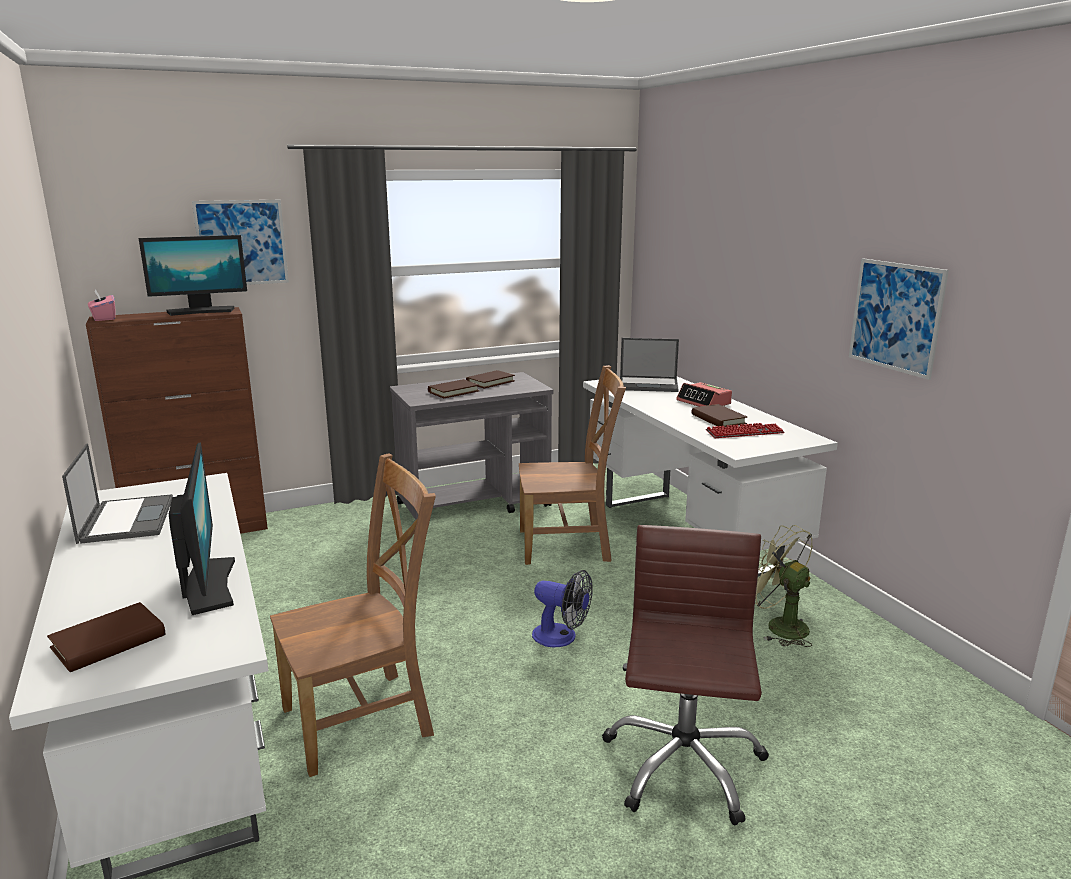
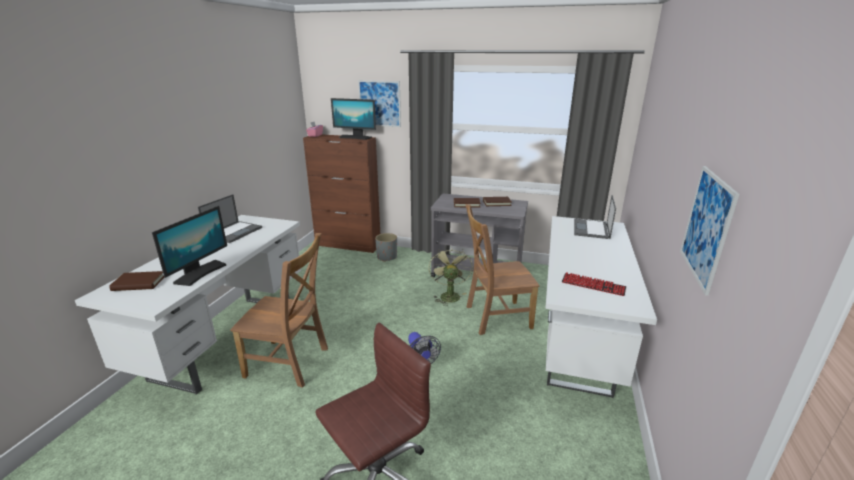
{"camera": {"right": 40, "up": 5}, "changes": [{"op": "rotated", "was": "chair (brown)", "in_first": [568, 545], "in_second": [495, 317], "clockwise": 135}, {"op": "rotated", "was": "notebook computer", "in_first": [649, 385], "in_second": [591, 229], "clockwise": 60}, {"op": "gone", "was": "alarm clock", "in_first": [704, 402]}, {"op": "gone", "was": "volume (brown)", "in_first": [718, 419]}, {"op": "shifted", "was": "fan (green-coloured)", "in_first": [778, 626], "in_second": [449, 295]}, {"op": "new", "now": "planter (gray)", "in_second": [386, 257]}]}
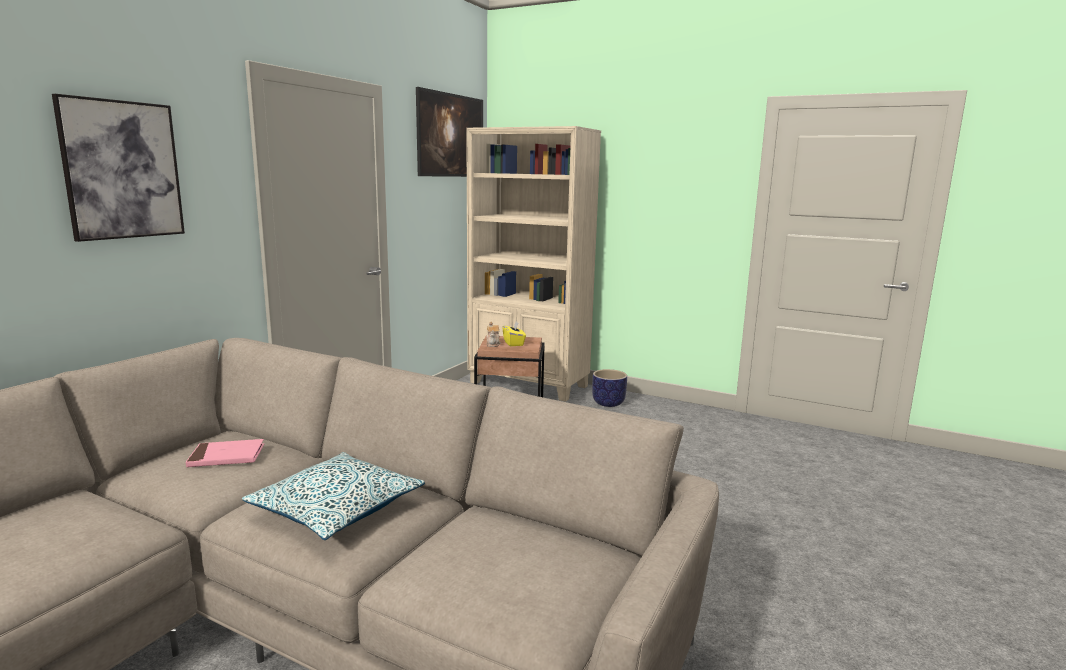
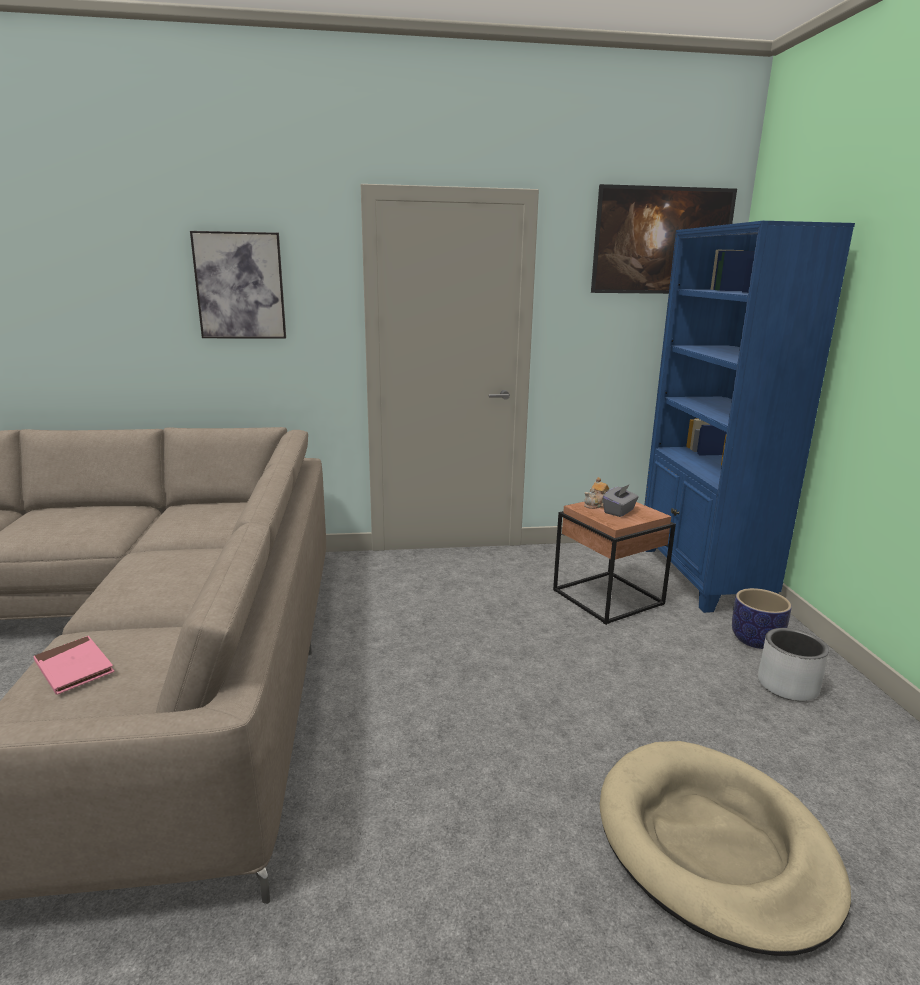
{"camera": {"right": 55, "up": 5}, "changes": [{"op": "shifted", "was": "volume (pink)", "in_first": [226, 457], "in_second": [74, 668]}, {"op": "gone", "was": "pillow", "in_first": [336, 509]}, {"op": "repainted", "was": "bookcase (sand-coloured)", "now": "bookcase (blue-coloured)", "in_first": [529, 385], "in_second": [702, 576]}, {"op": "repainted", "was": "box of tissues (yellowish)", "now": "box of tissues (gray)", "in_first": [514, 343], "in_second": [619, 511]}, {"op": "new", "now": "pet bed (sand-coloured)", "in_second": [713, 845]}, {"op": "new", "now": "planter (gray)", "in_second": [788, 686]}]}
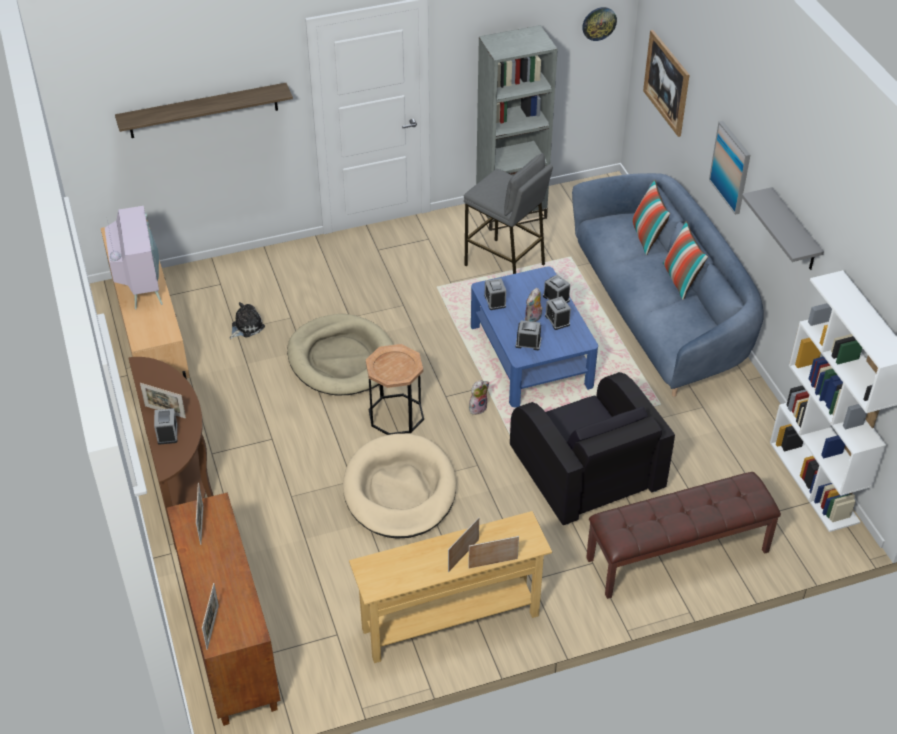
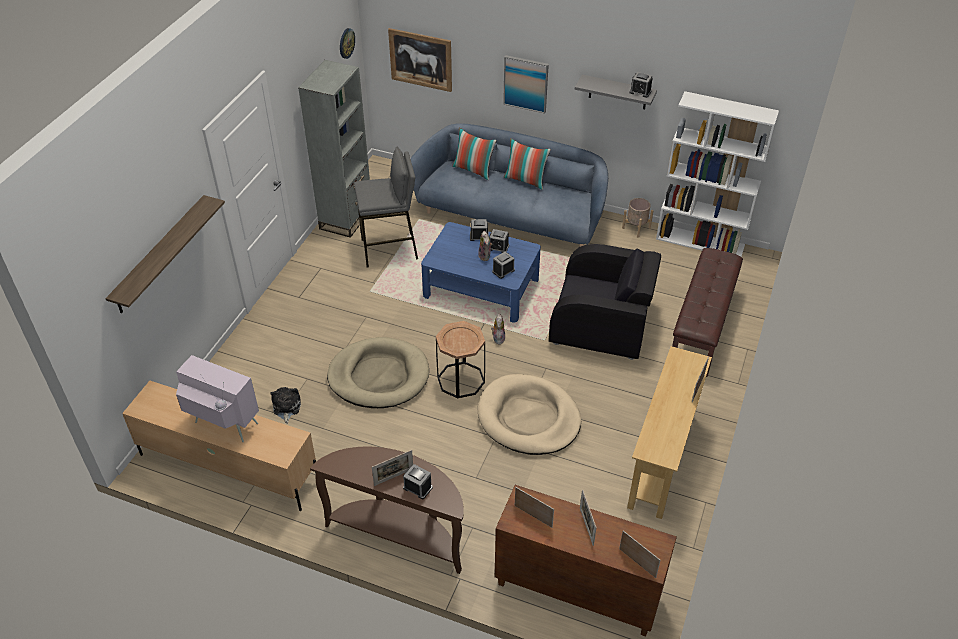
{"camera": {"right": -50, "up": 0}, "changes": [{"op": "shifted", "was": "photo frame", "in_first": [463, 555], "in_second": [586, 526]}, {"op": "shifted", "was": "alarm clock", "in_first": [495, 301], "in_second": [640, 92]}, {"op": "new", "now": "planter (sand-coloured)", "in_second": [636, 228]}]}
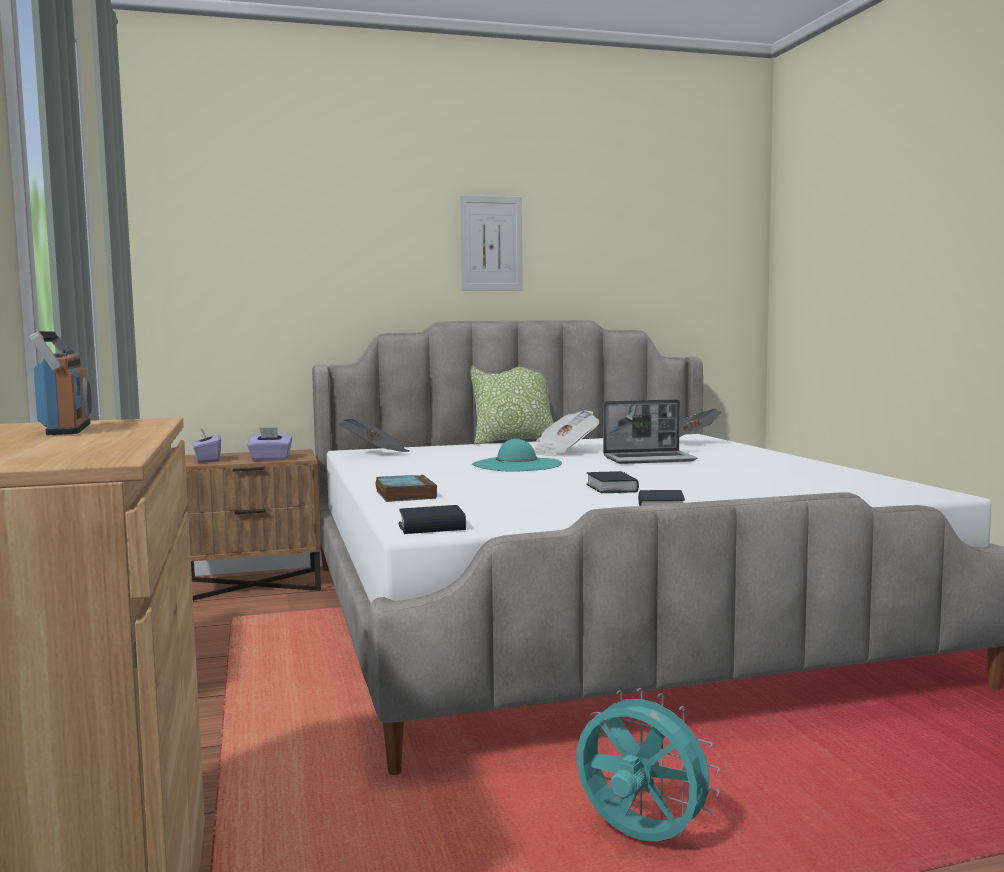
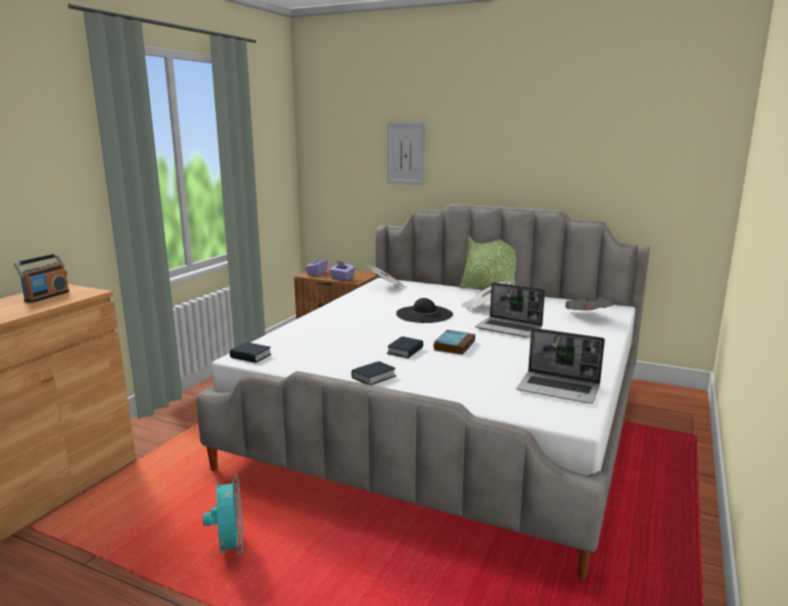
{"camera": {"right": 40, "up": 10}, "changes": [{"op": "shifted", "was": "volume", "in_first": [404, 494], "in_second": [454, 345]}, {"op": "shifted", "was": "picture", "in_first": [491, 243], "in_second": [406, 153]}, {"op": "repainted", "was": "clothing hat (blue-green)", "now": "clothing hat (black-coloured)", "in_first": [516, 464], "in_second": [424, 314]}, {"op": "new", "now": "notebook computer", "in_second": [559, 389]}]}
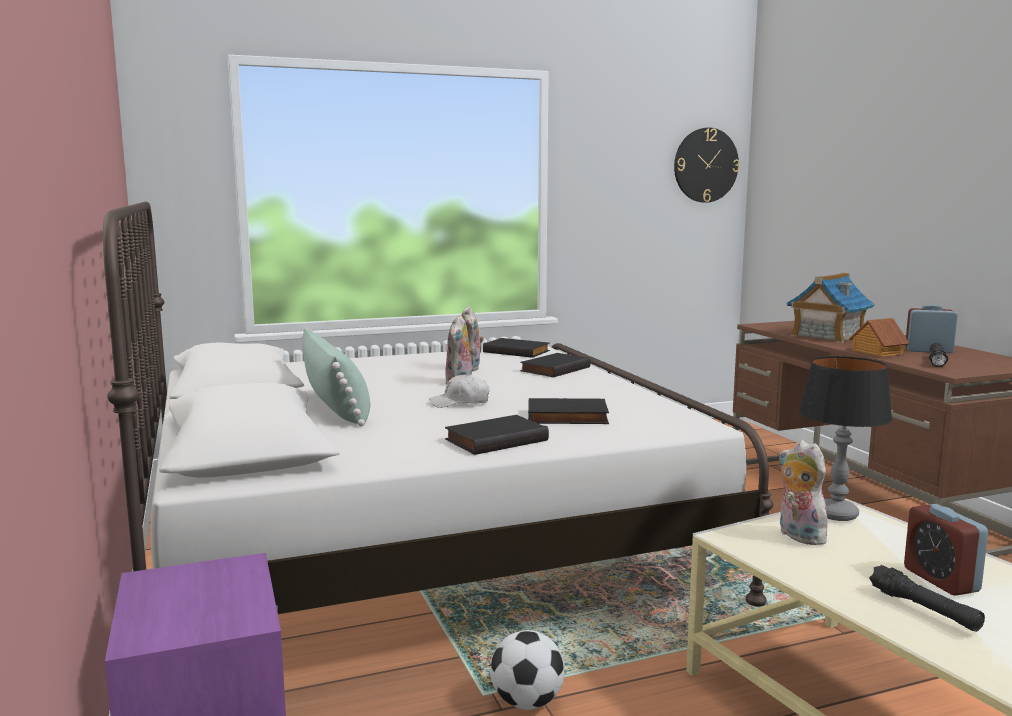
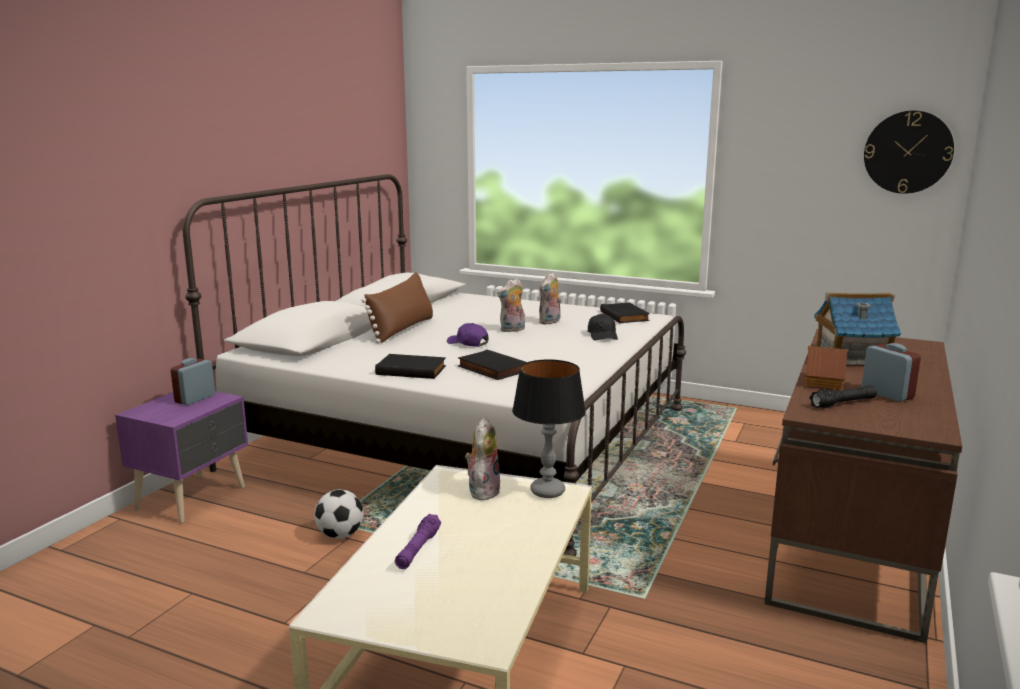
{"camera": {"right": 45, "up": 5}, "changes": [{"op": "repainted", "was": "pillow (green-coloured)", "now": "pillow (brown)", "in_first": [336, 407], "in_second": [402, 329]}, {"op": "repainted", "was": "cap (white)", "now": "cap (purple-coloured)", "in_first": [460, 403], "in_second": [468, 343]}, {"op": "swapped", "was": "volume (black-coloured)", "now": "cap (black-coloured)", "in_first": [554, 369], "in_second": [602, 335]}, {"op": "repainted", "was": "flashlight (black-coloured)", "now": "flashlight (purple-coloured)", "in_first": [924, 609], "in_second": [418, 549]}, {"op": "shifted", "was": "alarm clock", "in_first": [940, 580], "in_second": [195, 399]}]}
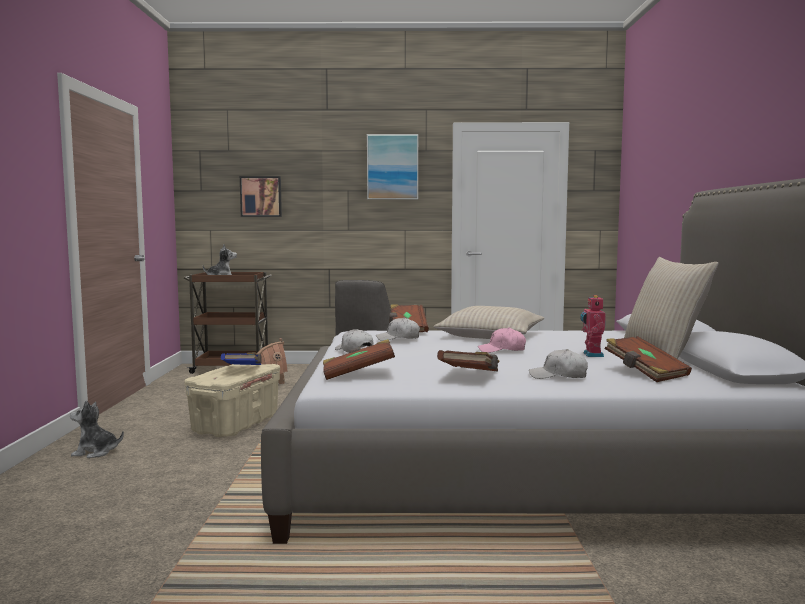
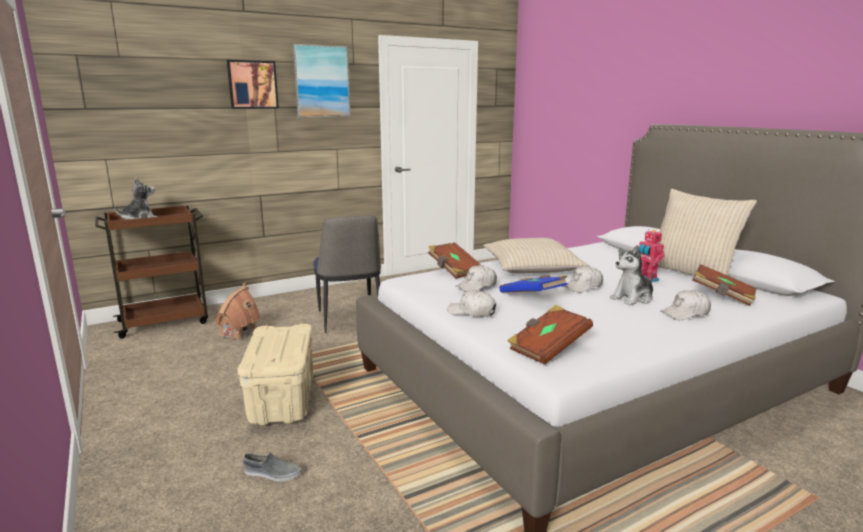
{"camera": {"right": -30, "up": 10}, "changes": [{"op": "shifted", "was": "plush toy", "in_first": [96, 452], "in_second": [632, 298]}, {"op": "shifted", "was": "volume (blue-coloured)", "in_first": [243, 370], "in_second": [533, 296]}, {"op": "shifted", "was": "picture", "in_first": [261, 196], "in_second": [252, 84]}, {"op": "gone", "was": "volume (brown)", "in_first": [471, 376]}, {"op": "repainted", "was": "cap (pink)", "now": "cap (white)", "in_first": [502, 350], "in_second": [583, 287]}, {"op": "new", "now": "item of footwear (gray)", "in_second": [272, 473]}]}
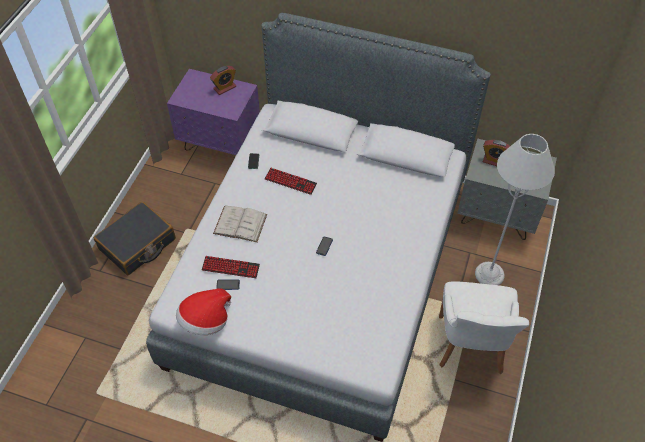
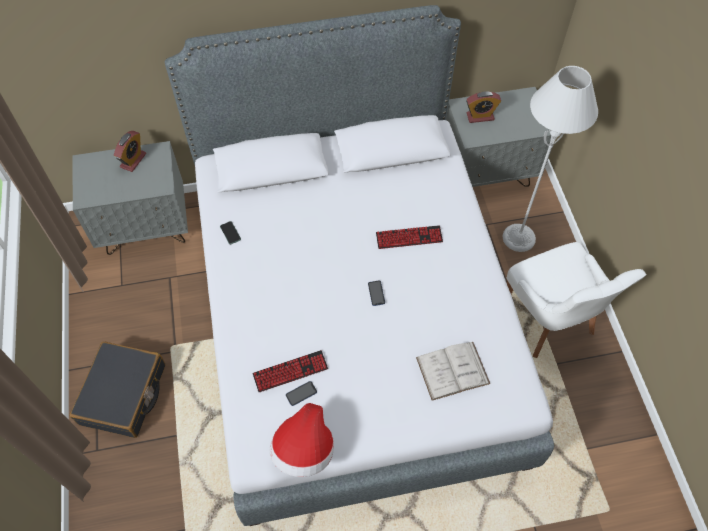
{"camera": {"right": -30, "up": 5}, "changes": [{"op": "repainted", "was": "night table (purple-coloured)", "now": "night table (gray)", "in_first": [220, 143], "in_second": [146, 228]}, {"op": "shifted", "was": "volume (white)", "in_first": [240, 224], "in_second": [452, 370]}, {"op": "shifted", "was": "keyboard", "in_first": [290, 182], "in_second": [409, 238]}]}
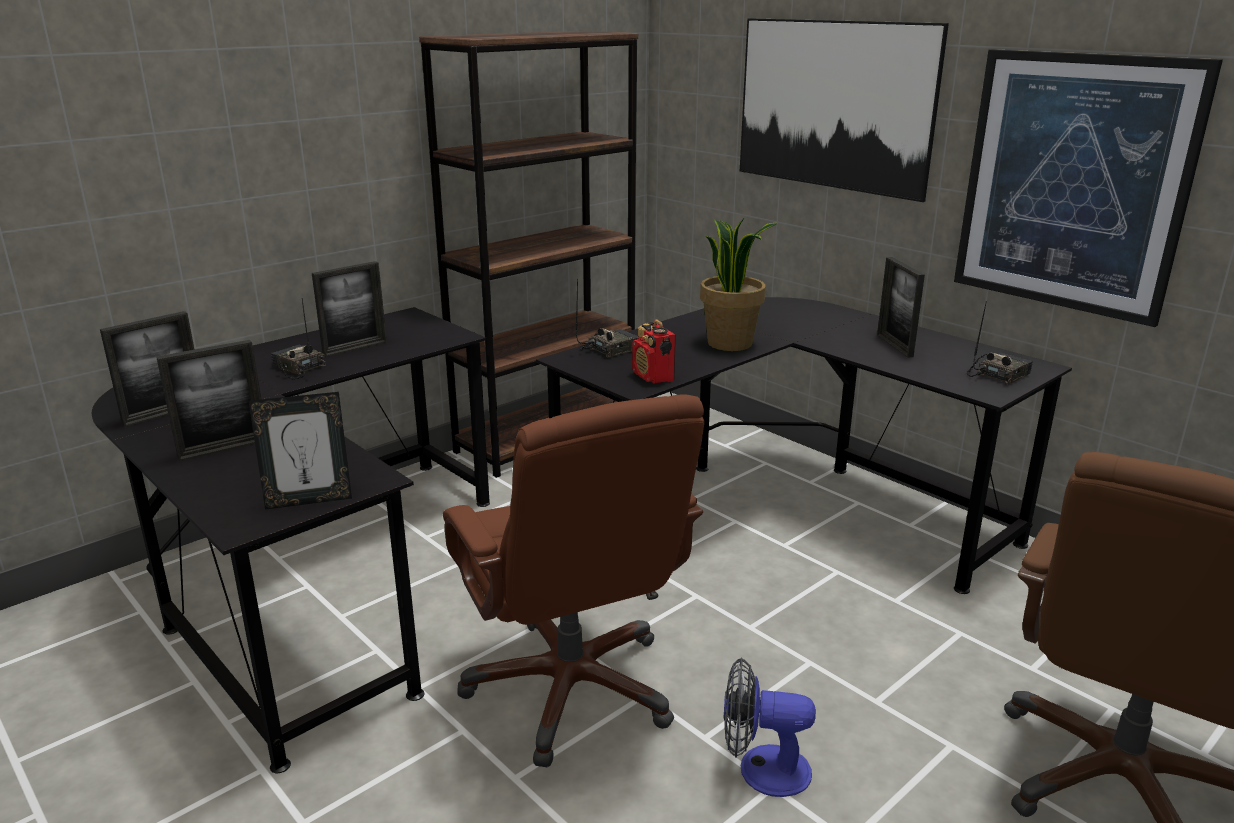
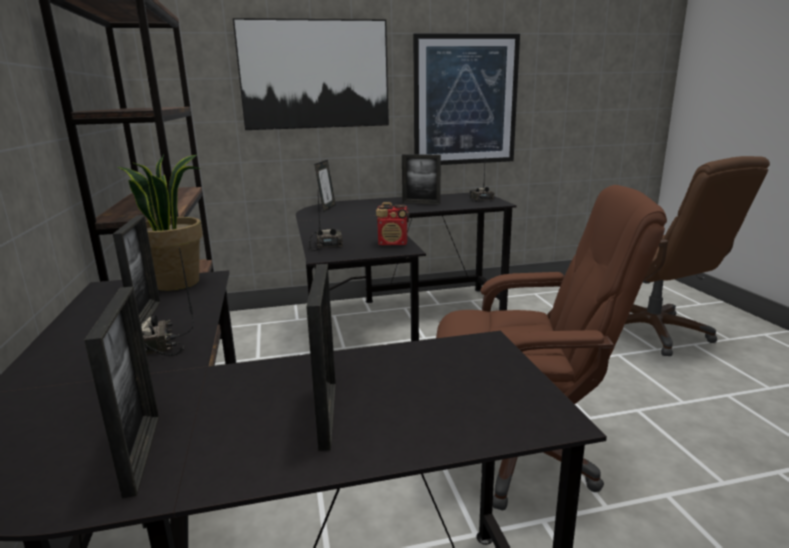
{"camera": {"right": -60, "up": -5}, "changes": [{"op": "shifted", "was": "photo frame", "in_first": [309, 500], "in_second": [326, 208]}, {"op": "shifted", "was": "plant in a pot", "in_first": [731, 343], "in_second": [176, 282]}, {"op": "gone", "was": "fan", "in_first": [761, 769]}]}
